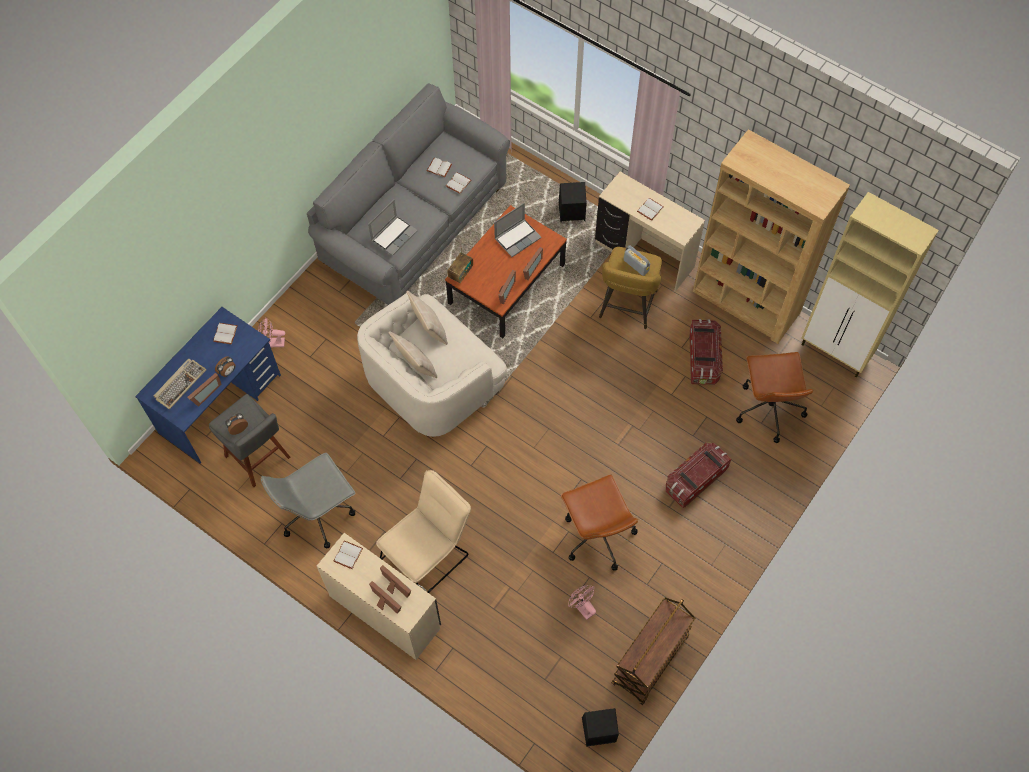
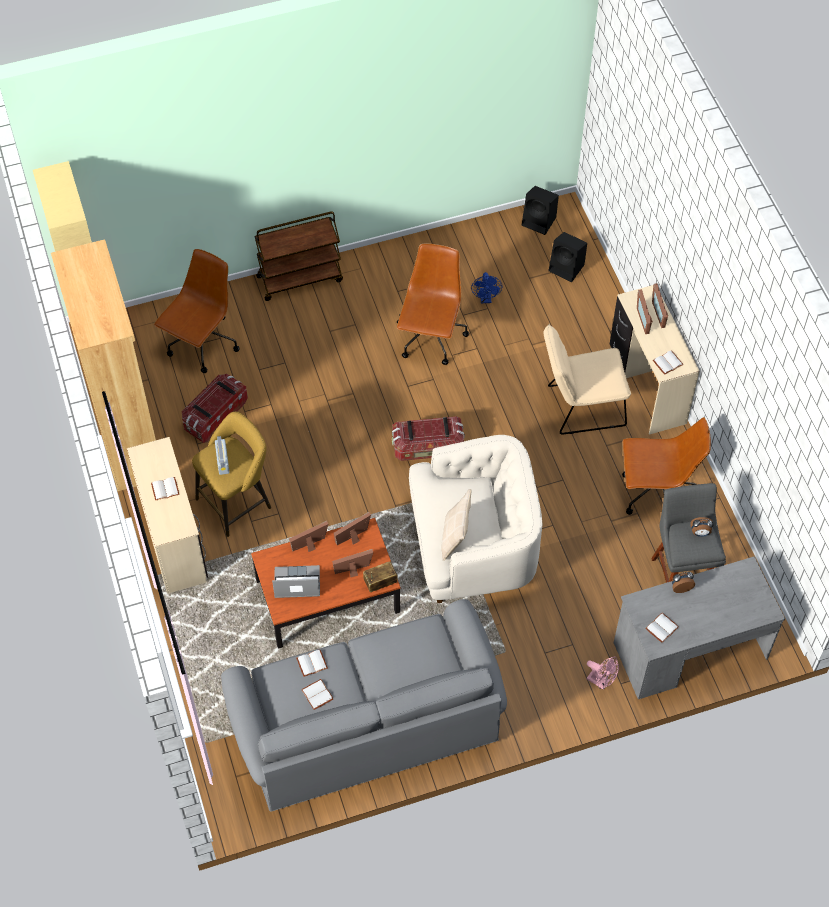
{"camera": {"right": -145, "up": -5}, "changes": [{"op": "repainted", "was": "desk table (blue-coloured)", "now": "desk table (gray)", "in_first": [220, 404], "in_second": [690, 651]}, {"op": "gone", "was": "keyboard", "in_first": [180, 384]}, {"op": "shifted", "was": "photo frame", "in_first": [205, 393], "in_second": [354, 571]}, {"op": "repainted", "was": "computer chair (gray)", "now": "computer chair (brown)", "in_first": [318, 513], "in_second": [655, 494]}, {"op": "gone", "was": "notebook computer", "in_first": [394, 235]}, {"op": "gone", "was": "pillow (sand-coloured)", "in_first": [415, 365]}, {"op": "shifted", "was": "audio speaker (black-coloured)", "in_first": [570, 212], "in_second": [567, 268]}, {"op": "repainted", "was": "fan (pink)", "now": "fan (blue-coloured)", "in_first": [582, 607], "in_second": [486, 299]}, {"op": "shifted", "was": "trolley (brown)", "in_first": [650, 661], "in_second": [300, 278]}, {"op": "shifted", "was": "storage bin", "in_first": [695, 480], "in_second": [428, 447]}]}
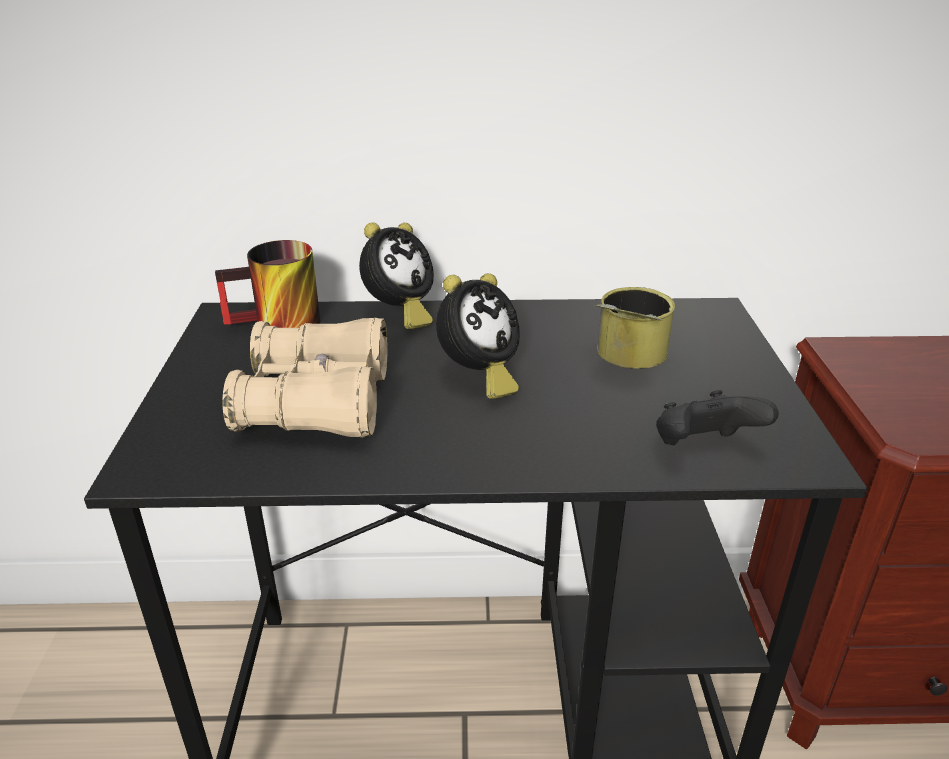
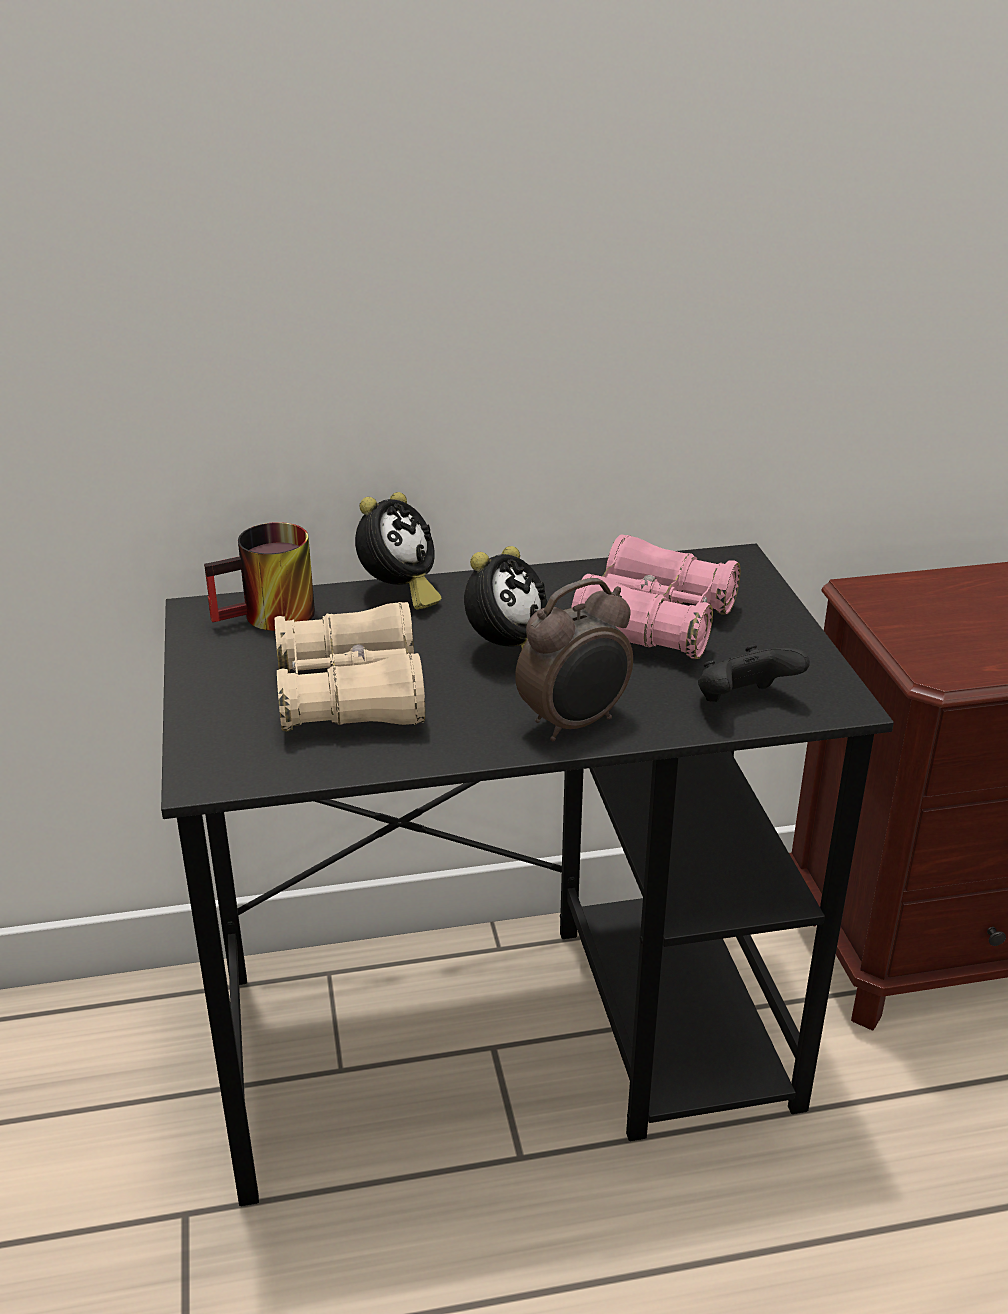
{"camera": {"right": -10, "up": 0}, "changes": [{"op": "swapped", "was": "sealed can", "now": "field glasses (pink)", "in_first": [626, 361], "in_second": [654, 623]}, {"op": "new", "now": "alarm clock", "in_second": [575, 724]}]}
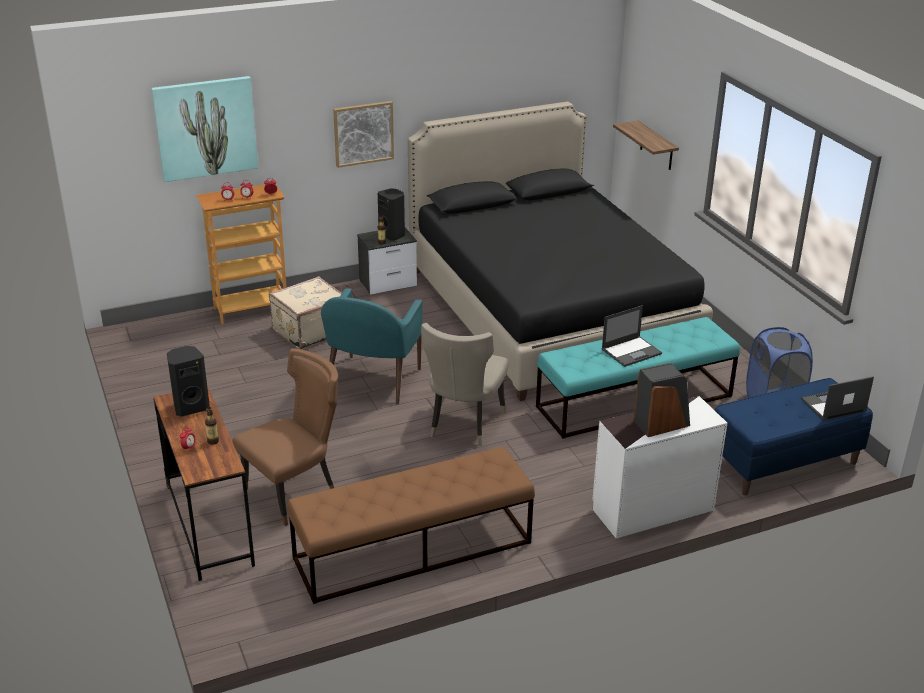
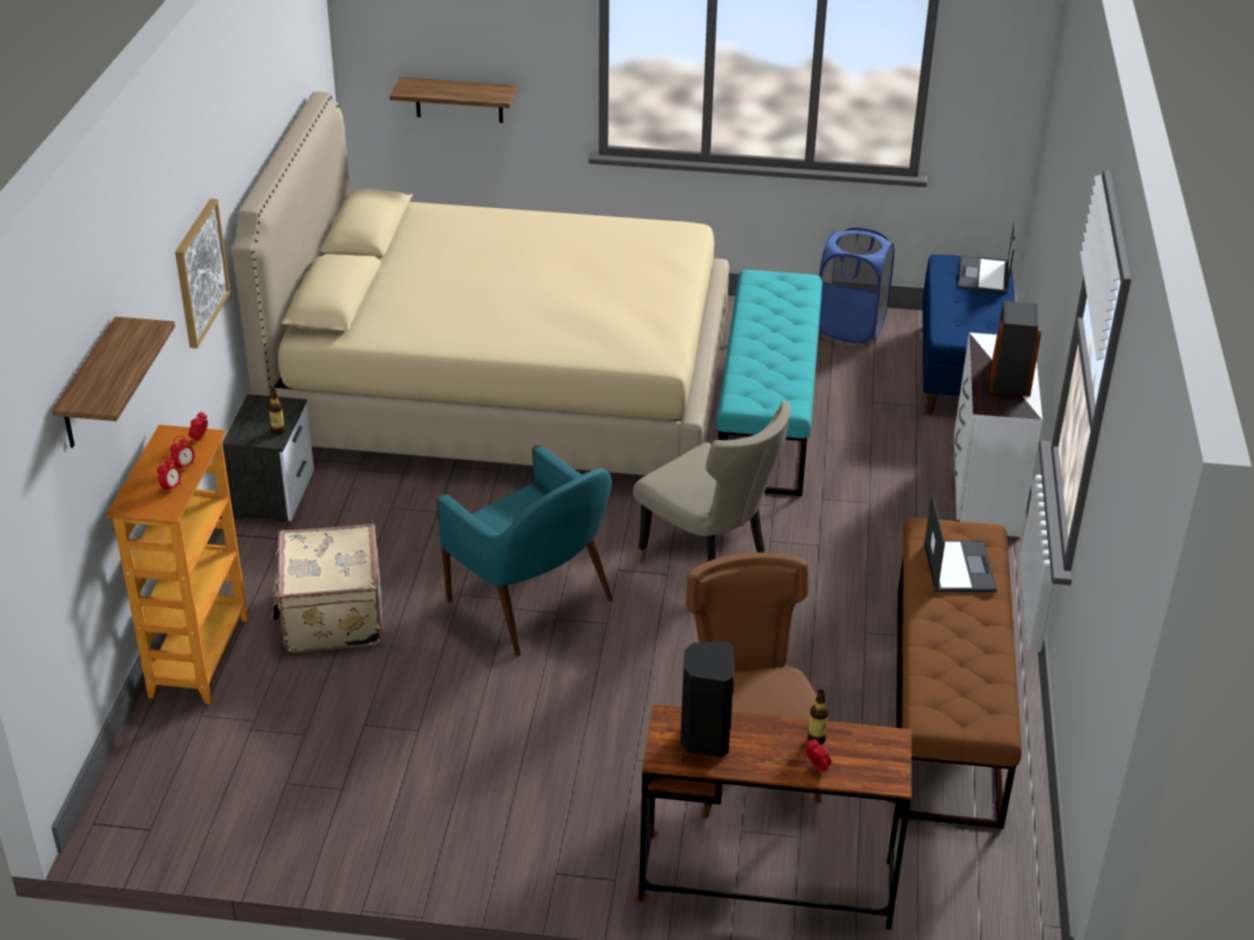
{"camera": {"right": -60, "up": 5}, "changes": [{"op": "swapped", "was": "picture", "now": "shelf", "in_first": [205, 128], "in_second": [89, 386]}, {"op": "gone", "was": "audio speaker (black-coloured)", "in_first": [392, 235]}, {"op": "repainted", "was": "bed (black-coloured)", "now": "bed (sand-coloured)", "in_first": [548, 312], "in_second": [505, 391]}, {"op": "shifted", "was": "notebook computer", "in_first": [631, 351], "in_second": [958, 566]}]}
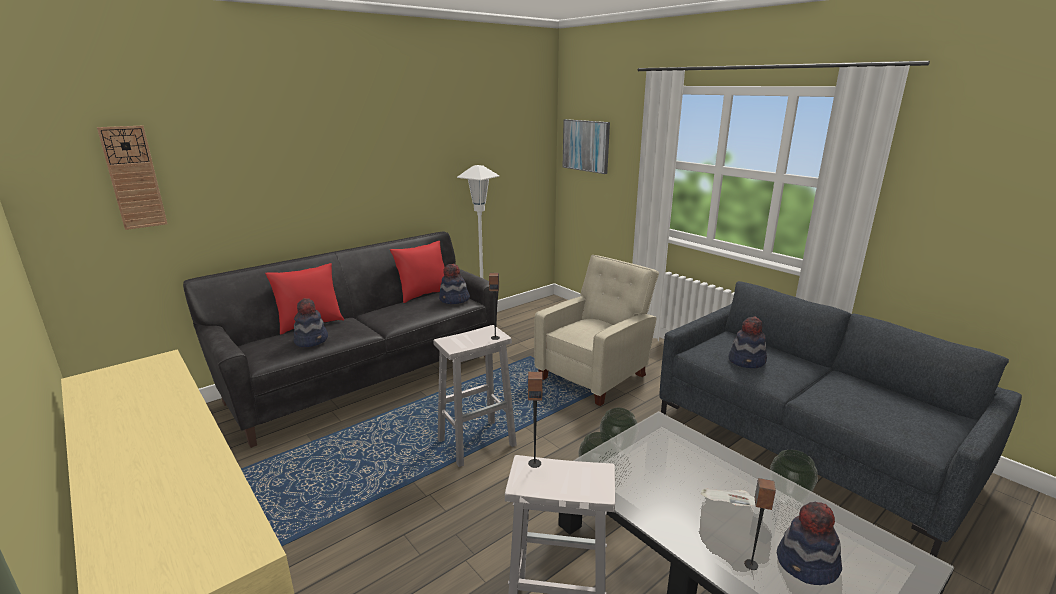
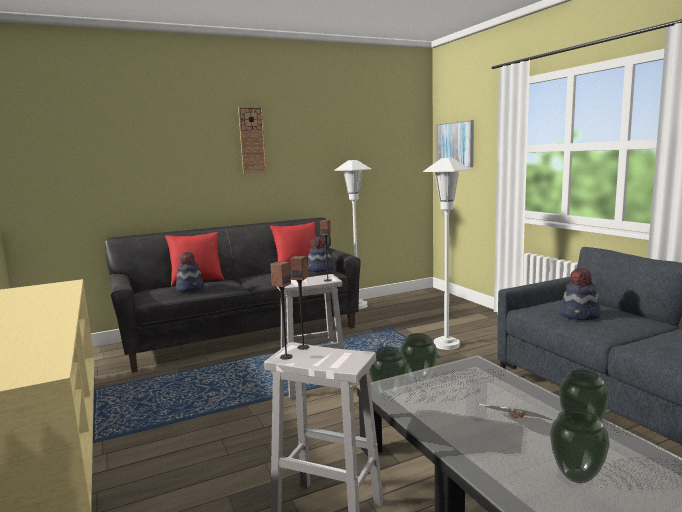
{"camera": {"right": 15, "up": -10}, "changes": [{"op": "shifted", "was": "wall clock", "in_first": [133, 178], "in_second": [252, 140]}, {"op": "swapped", "was": "armchair (sand-coloured)", "now": "standing lamp (white)", "in_first": [595, 375], "in_second": [446, 345]}, {"op": "shifted", "was": "audio speaker", "in_first": [750, 564], "in_second": [286, 357]}, {"op": "swapped", "was": "clothing hat", "now": "decorative vase", "in_first": [807, 565], "in_second": [577, 477]}]}
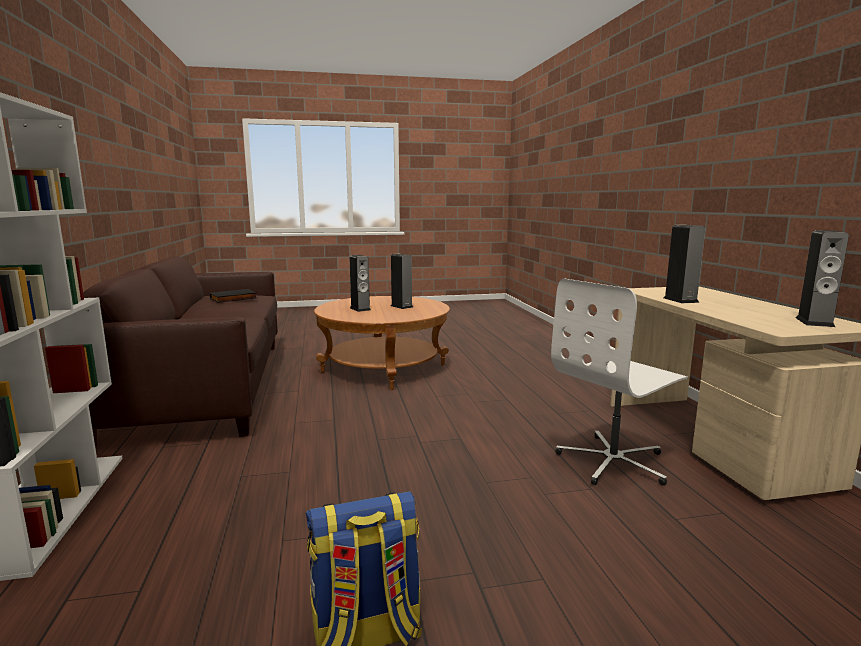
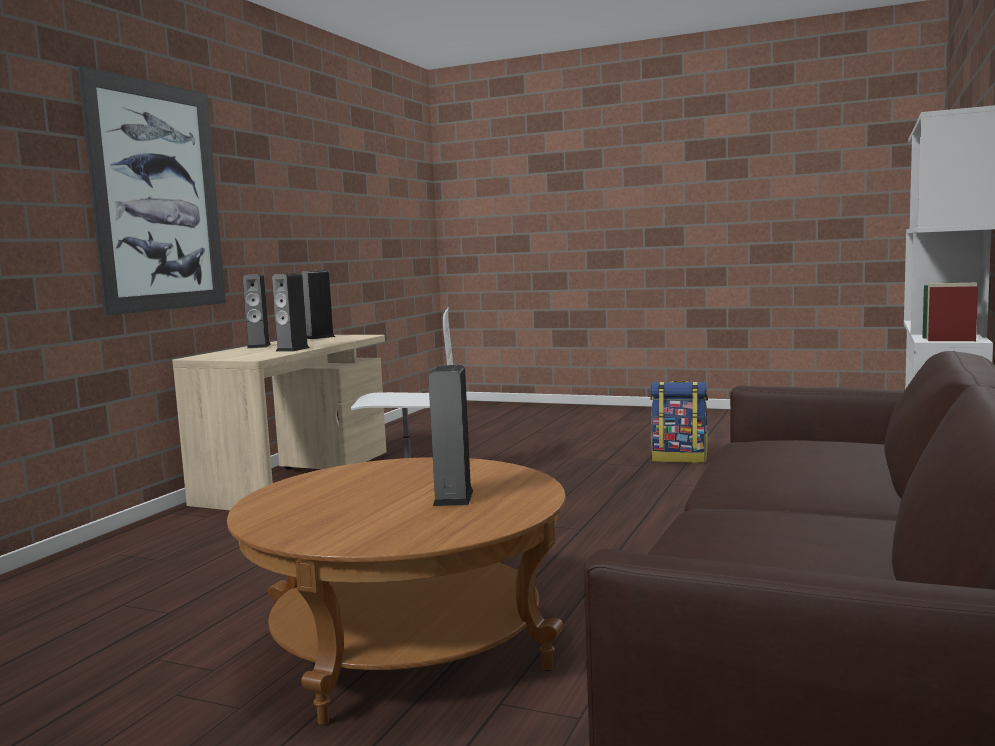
{"camera": {"right": -145, "up": -5}, "changes": [{"op": "gone", "was": "volume (black-coloured)", "in_first": [233, 299]}, {"op": "shifted", "was": "audio speaker", "in_first": [401, 306], "in_second": [259, 346]}, {"op": "new", "now": "picture", "in_second": [158, 197]}]}
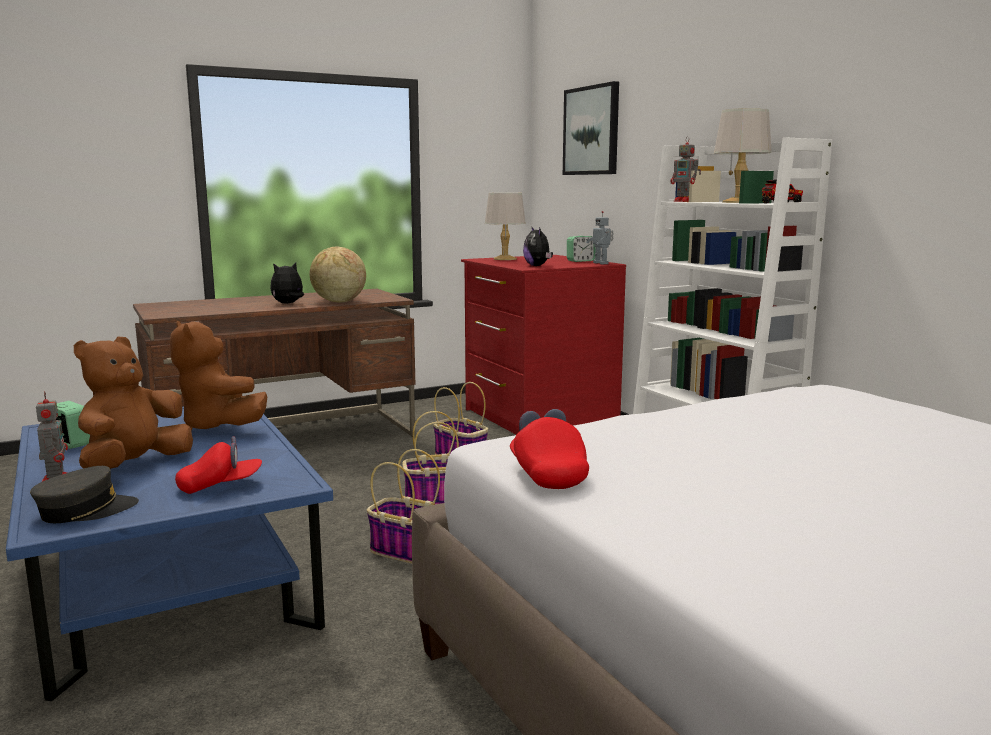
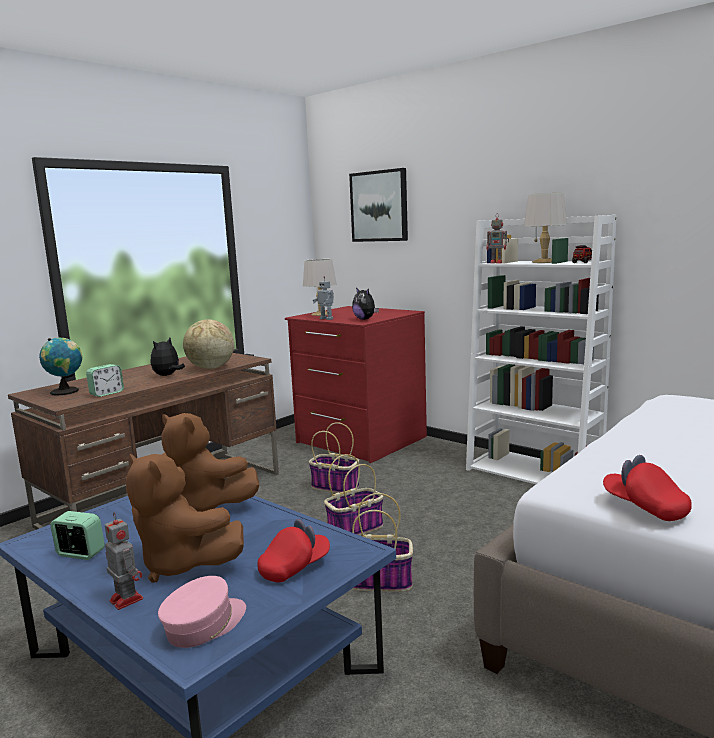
{"camera": {"right": -20, "up": 0}, "changes": [{"op": "repainted", "was": "cap (gray)", "now": "cap (pink)", "in_first": [86, 511], "in_second": [204, 624]}, {"op": "rotated", "was": "plush toy (brown)", "in_first": [134, 466], "in_second": [182, 564], "clockwise": -60}, {"op": "shifted", "was": "alarm clock", "in_first": [580, 261], "in_second": [107, 393]}, {"op": "shifted", "was": "toy robot", "in_first": [601, 263], "in_second": [327, 319]}, {"op": "new", "now": "world globe", "in_second": [67, 391]}]}
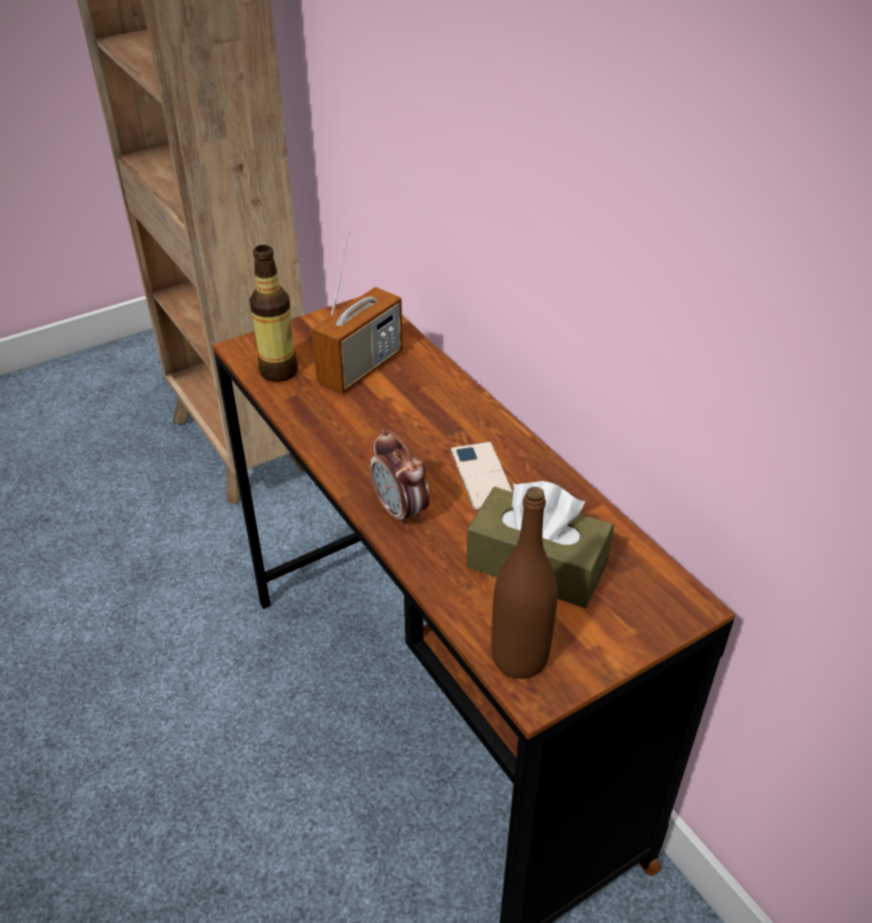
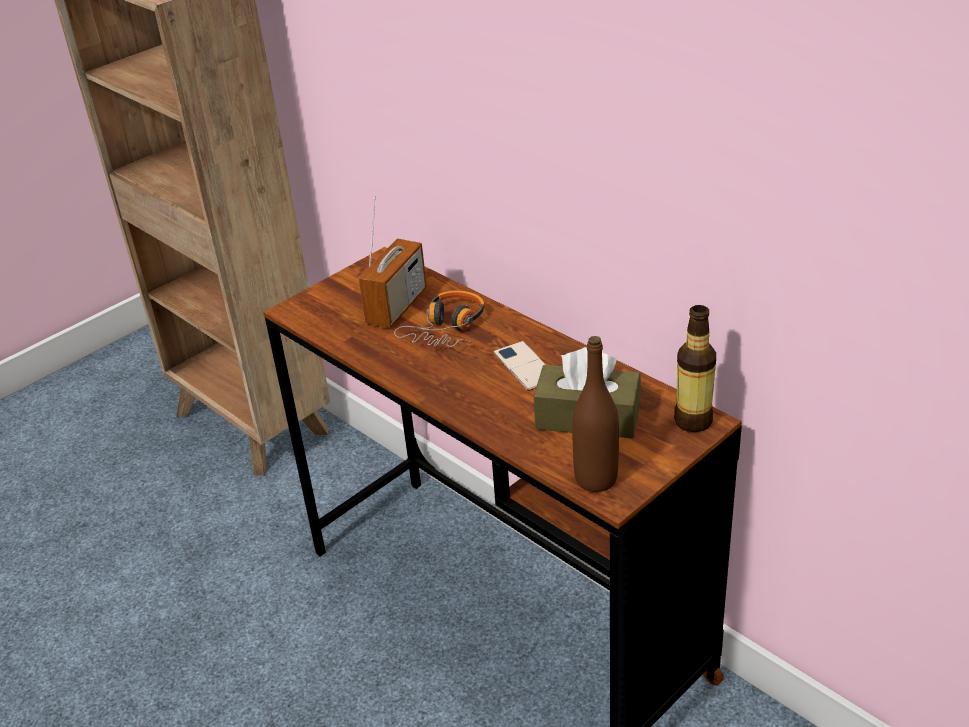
{"camera": {"right": -10, "up": -5}, "changes": [{"op": "shifted", "was": "beverage bottle", "in_first": [279, 371], "in_second": [693, 421]}, {"op": "gone", "was": "alarm clock", "in_first": [400, 511]}, {"op": "new", "now": "headset", "in_second": [447, 329]}]}
